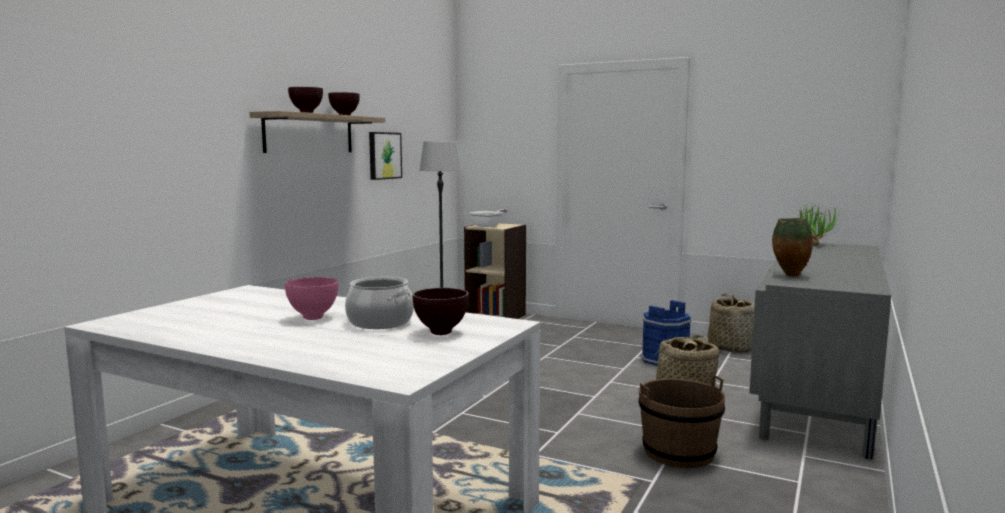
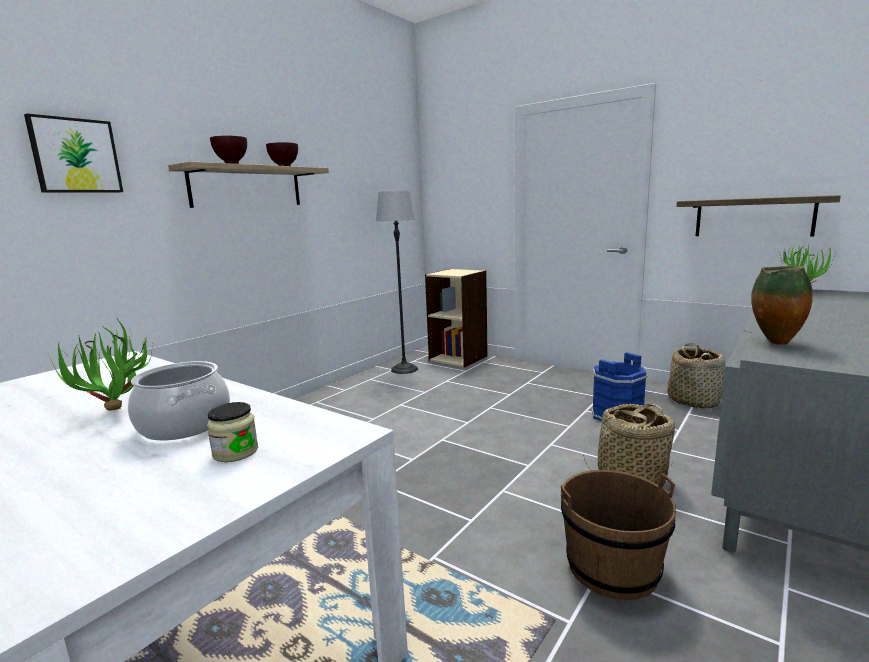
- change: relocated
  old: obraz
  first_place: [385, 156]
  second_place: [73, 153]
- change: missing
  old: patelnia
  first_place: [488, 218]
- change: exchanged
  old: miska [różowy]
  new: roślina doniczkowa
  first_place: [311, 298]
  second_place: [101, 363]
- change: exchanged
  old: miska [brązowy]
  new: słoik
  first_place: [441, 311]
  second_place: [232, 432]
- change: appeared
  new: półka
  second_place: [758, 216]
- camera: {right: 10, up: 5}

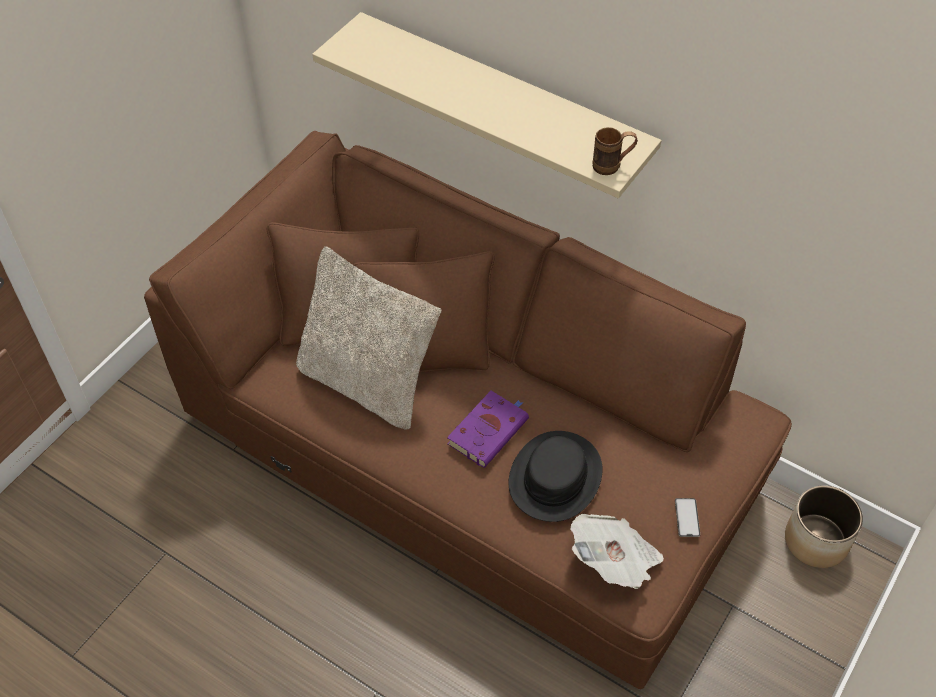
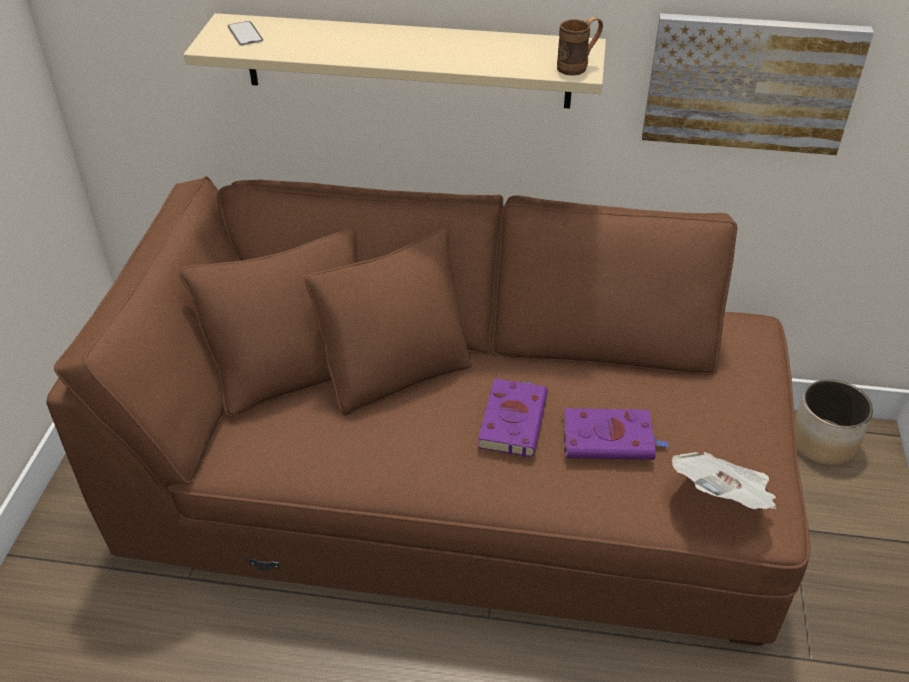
- change: missing
  old: poduszka [beżowy]
  first_place: [369, 338]
- change: exchanged
  old: kapelusz [czarny]
  new: książka [fioletowy]
  first_place: [556, 476]
  second_place: [616, 434]
- change: relocated
  old: telefon
  first_place: [687, 517]
  second_place: [245, 33]
- change: appeared
  new: obraz
  second_place: [758, 84]
- camera: {right: -25, up: -10}

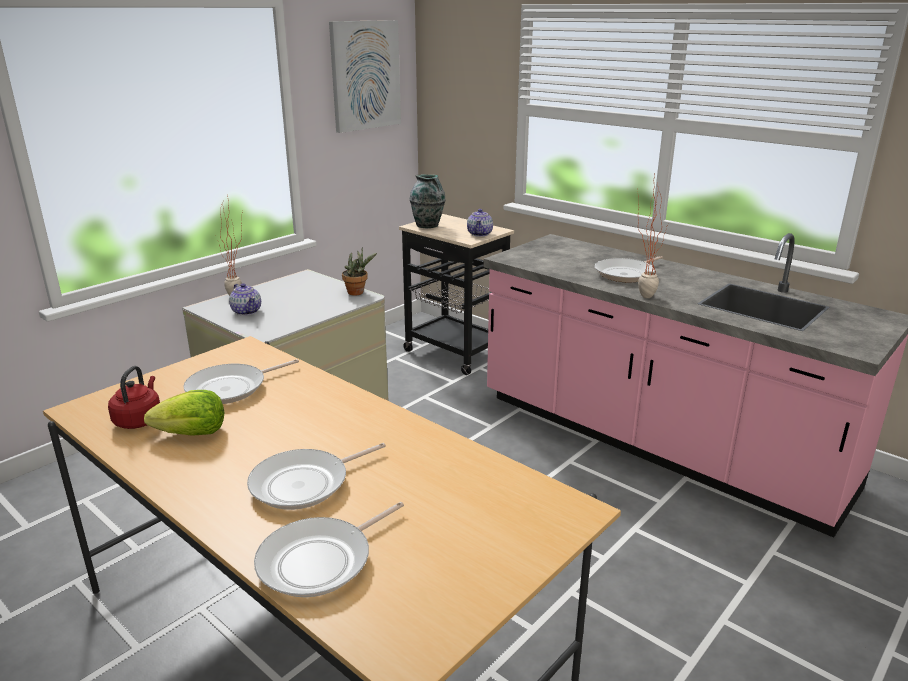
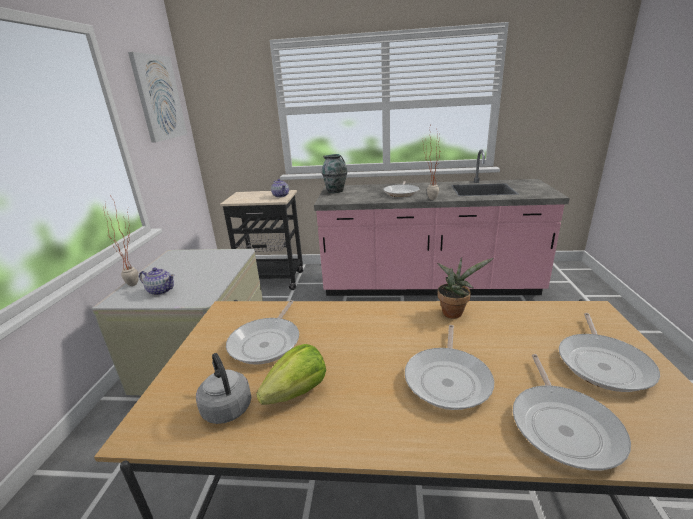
- change: relocated
  old: wazon
  first_place: [427, 201]
  second_place: [334, 173]
- change: relocated
  old: roślina doniczkowa
  first_place: [359, 271]
  second_place: [465, 288]
- change: colour
  old: czajnik [czerwony]
  new: czajnik [szary]
  first_place: [134, 397]
  second_place: [223, 388]
- change: appeared
  new: patelnia
  second_place: [609, 352]
- camera: {right: -35, up: 0}

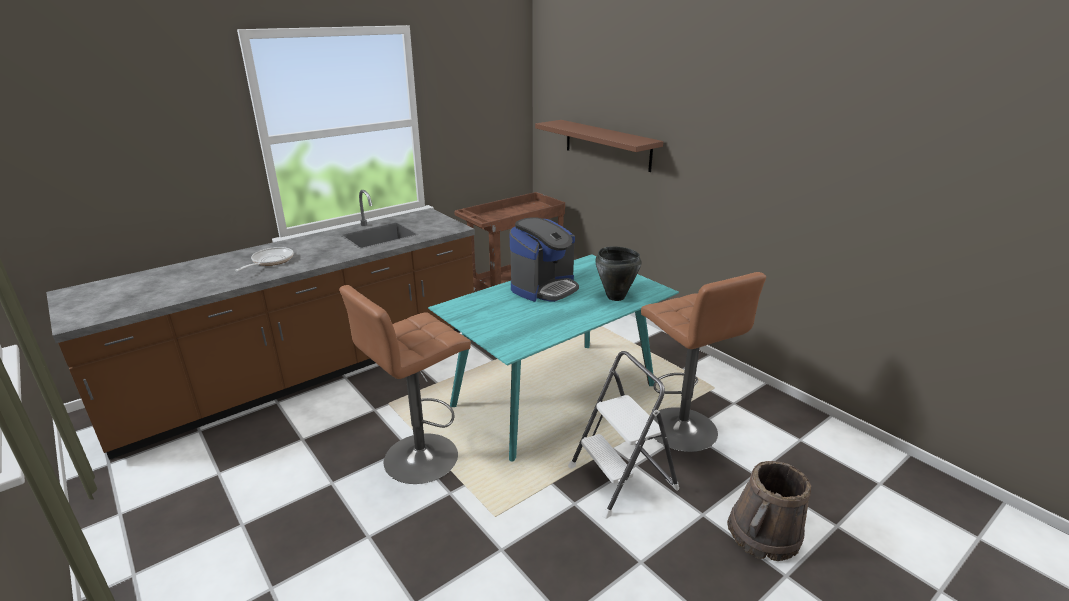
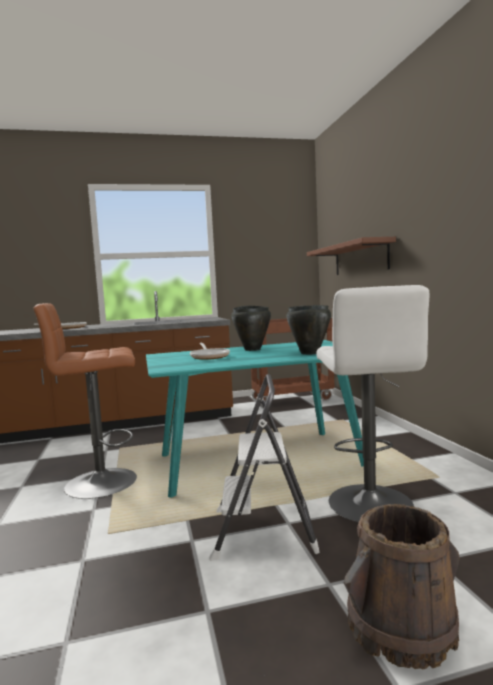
- change: exchanged
  old: ekspres do kawy
  new: garnek [czarny]
  first_place: [544, 259]
  second_place: [251, 328]
- change: colour
  old: stołek [brązowy]
  new: stołek [biały]
  first_place: [703, 362]
  second_place: [372, 403]
- change: appeared
  new: patelnia
  second_place: [210, 351]
- camera: {right: 25, up: -20}

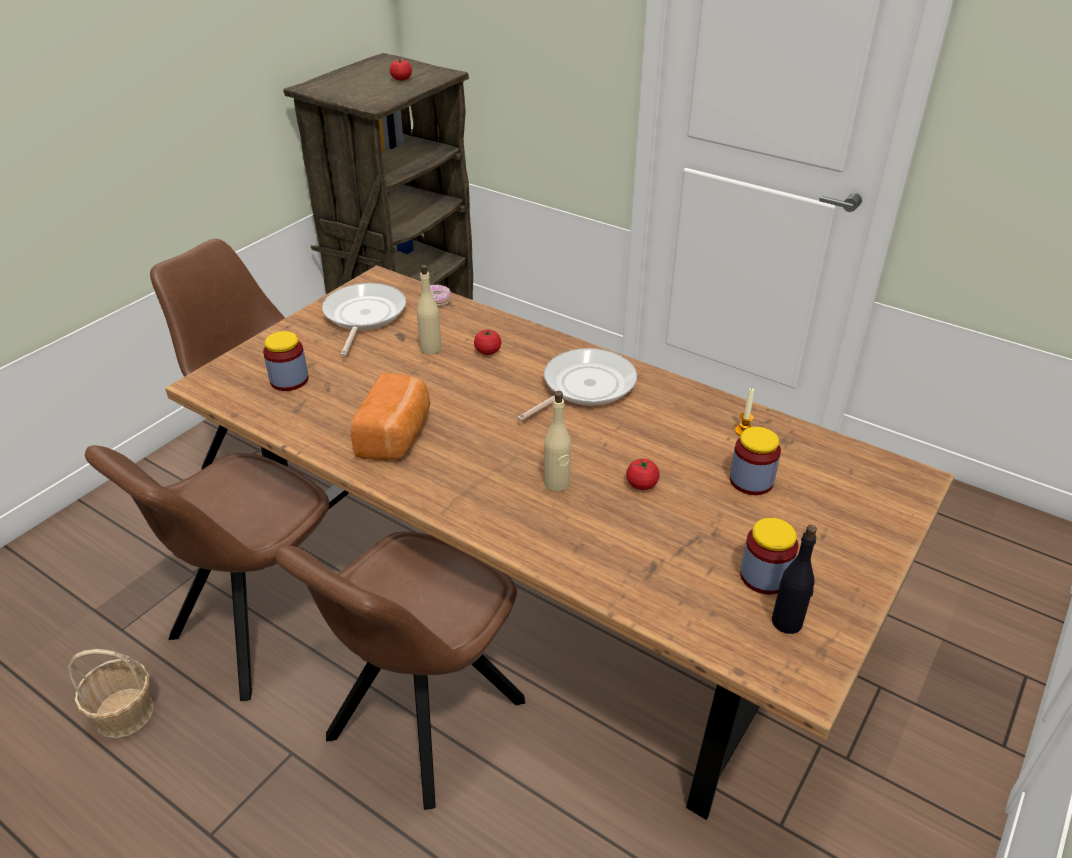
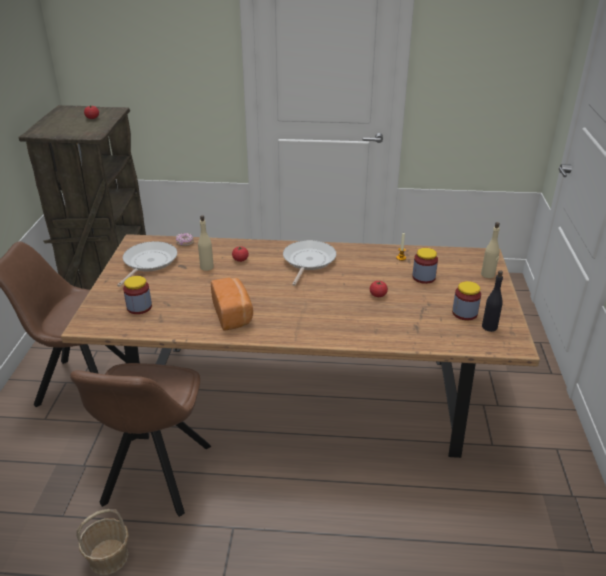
- change: spun
  old: patelnia
  first_place: [364, 320]
  second_place: [147, 264]
  degrees: 45
- change: relocated
  old: butelka [beżowy]
  first_place: [557, 441]
  second_place: [490, 250]
- change: missing
  old: krzesło [brązowy]
  first_place: [400, 671]
- camera: {right: -30, up: -5}

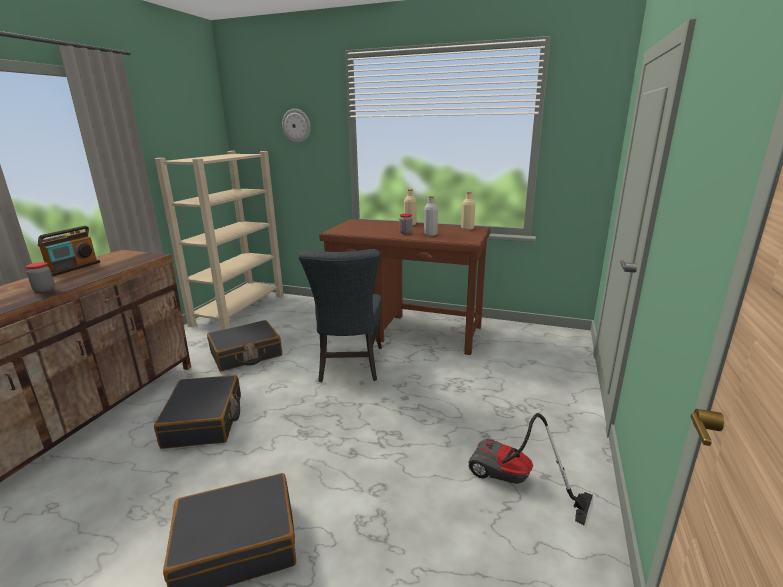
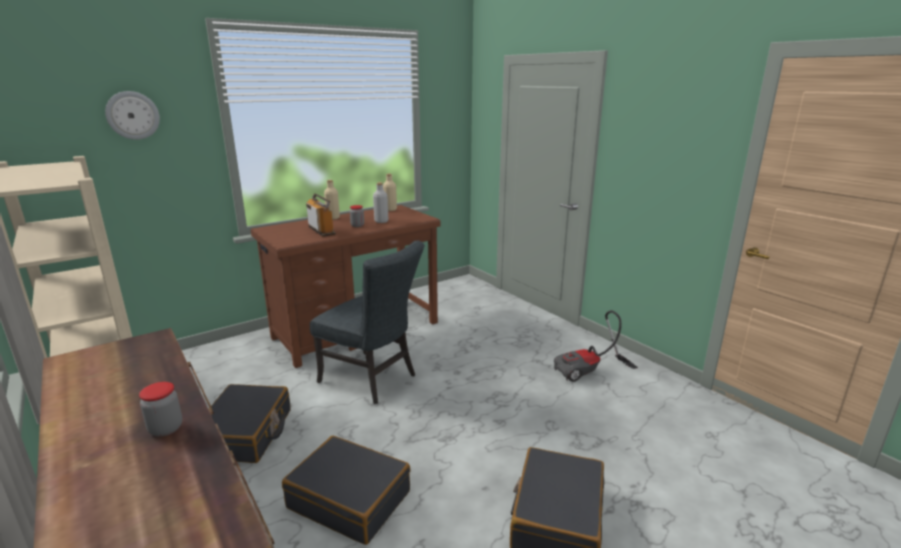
- change: relocated
  old: radio
  first_place: [69, 251]
  second_place: [321, 215]
- camera: {right: -55, up: 0}

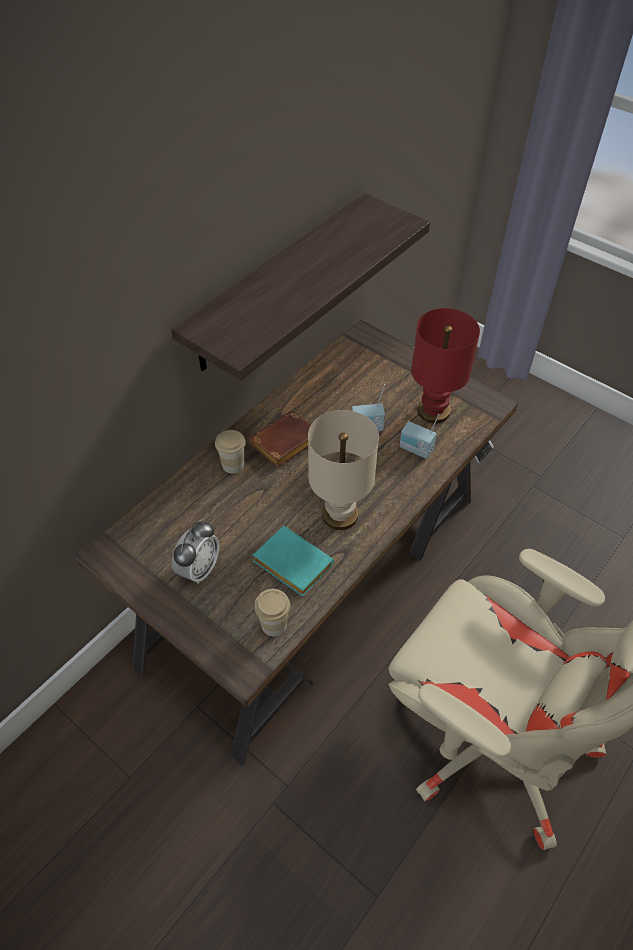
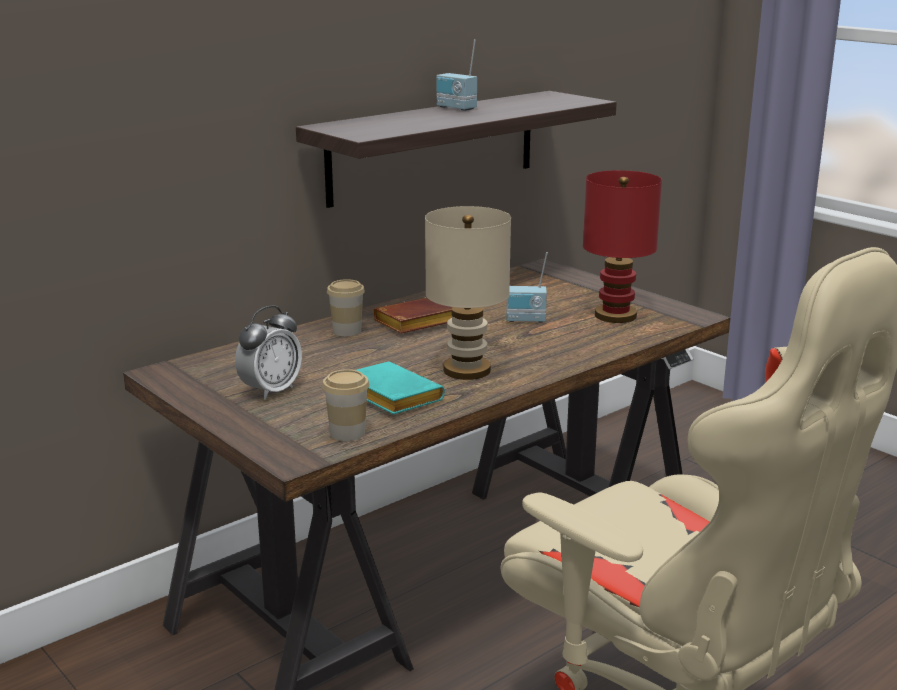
- change: relocated
  old: radio
  first_place: [419, 436]
  second_place: [456, 75]
- camera: {right: 10, up: -30}

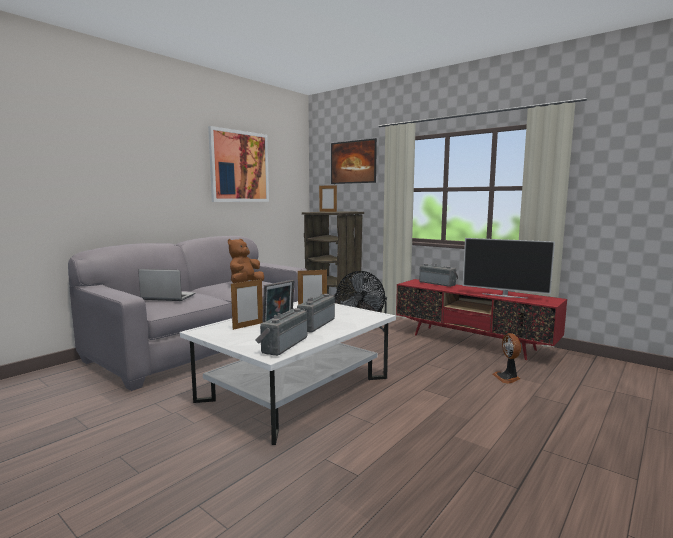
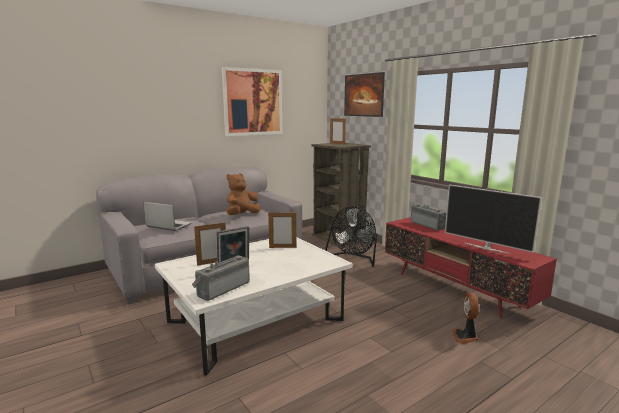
- change: missing
  old: radio
  first_place: [316, 313]
- camera: {right: 15, up: 5}

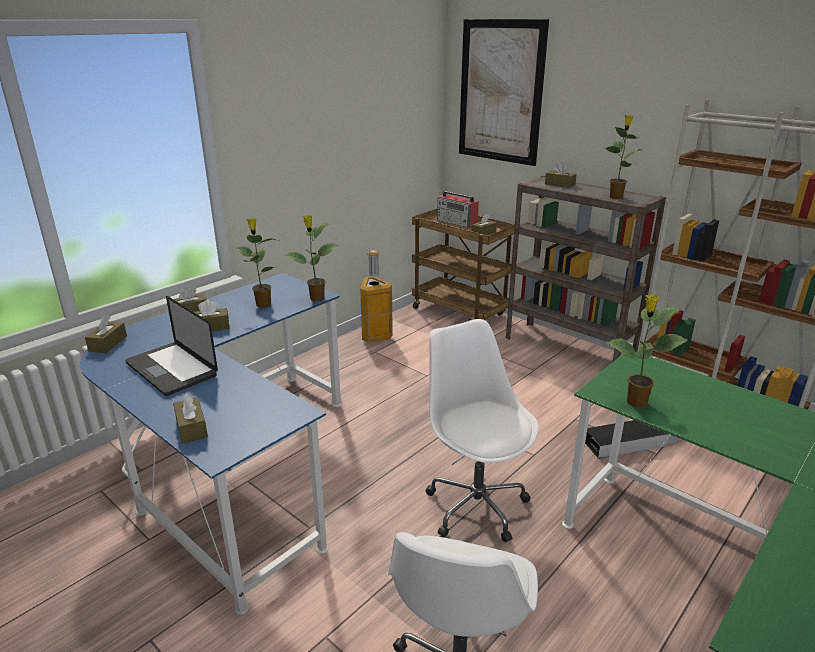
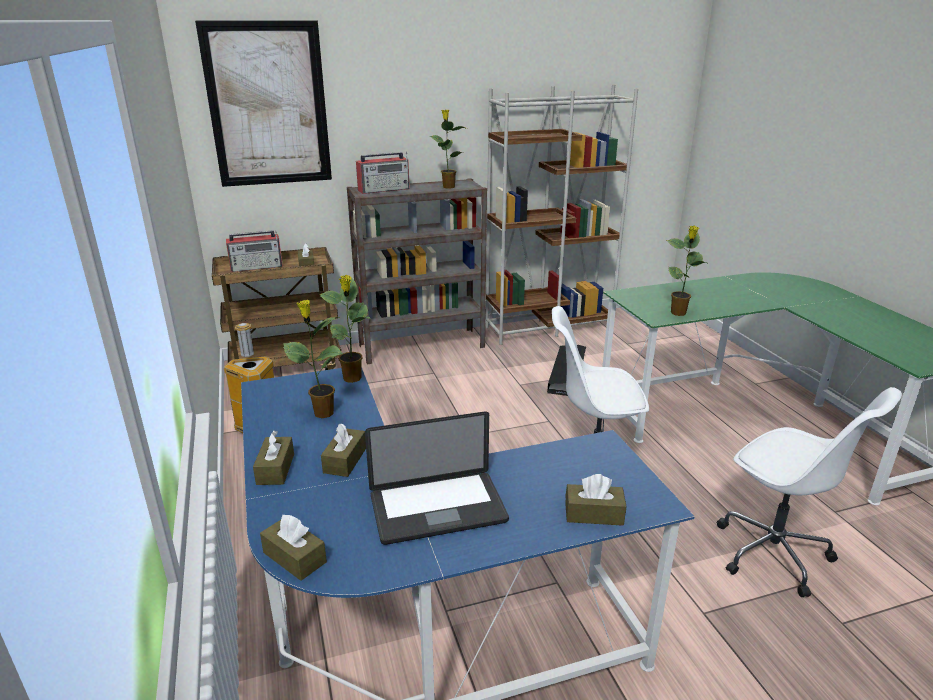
- change: exchanged
  old: pudełko chusteczek [brązowy]
  new: radio
  first_place: [561, 175]
  second_place: [383, 172]
- camera: {right: -60, up: 0}

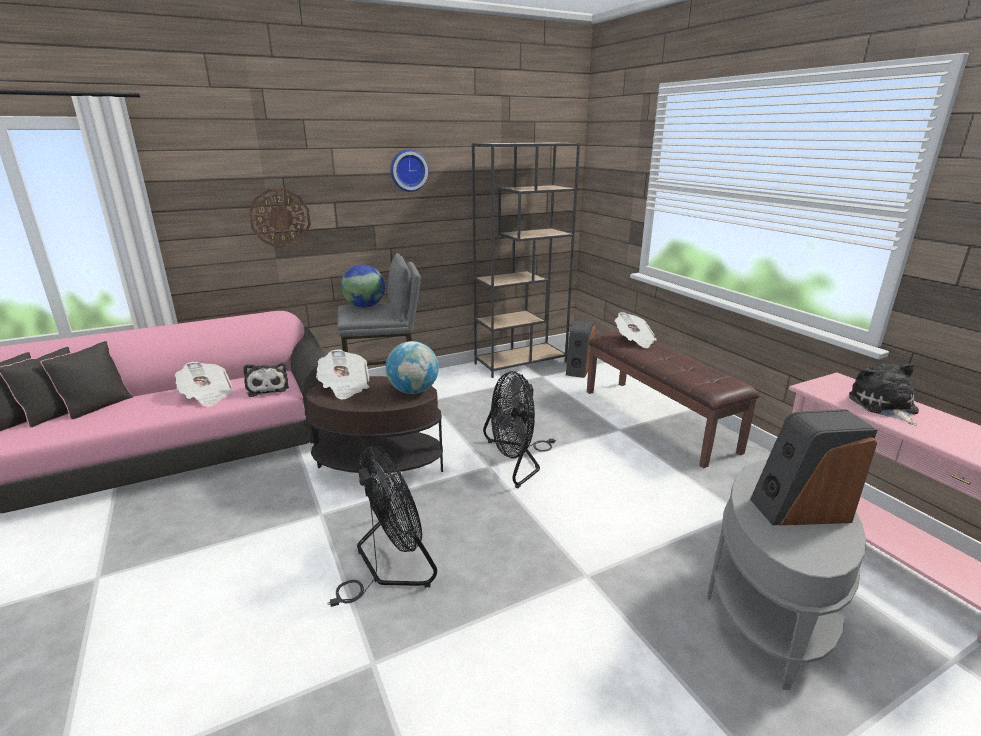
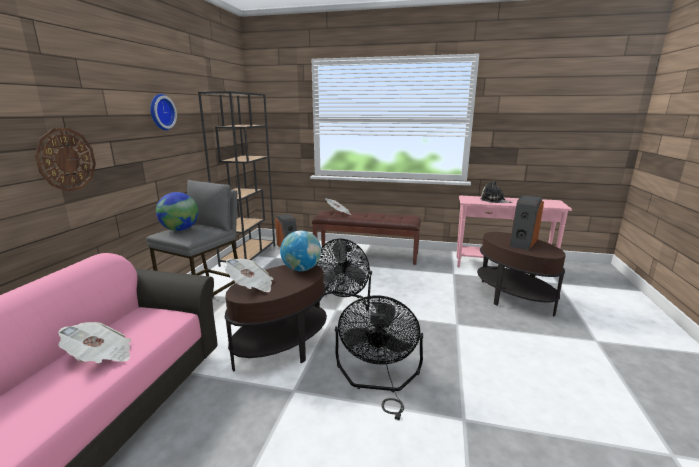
- change: missing
  old: pluszak
  first_place: [266, 380]
- change: colour
  old: stolik [szary]
  new: stolik [brązowy]
  first_place: [787, 575]
  second_place: [521, 274]
- camera: {right: -50, up: -5}

